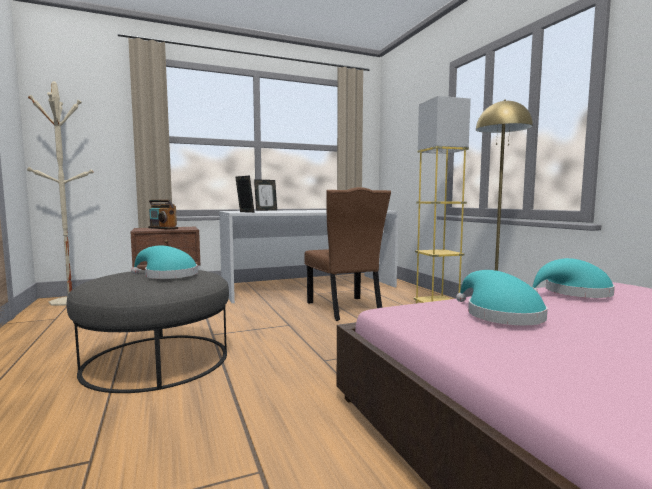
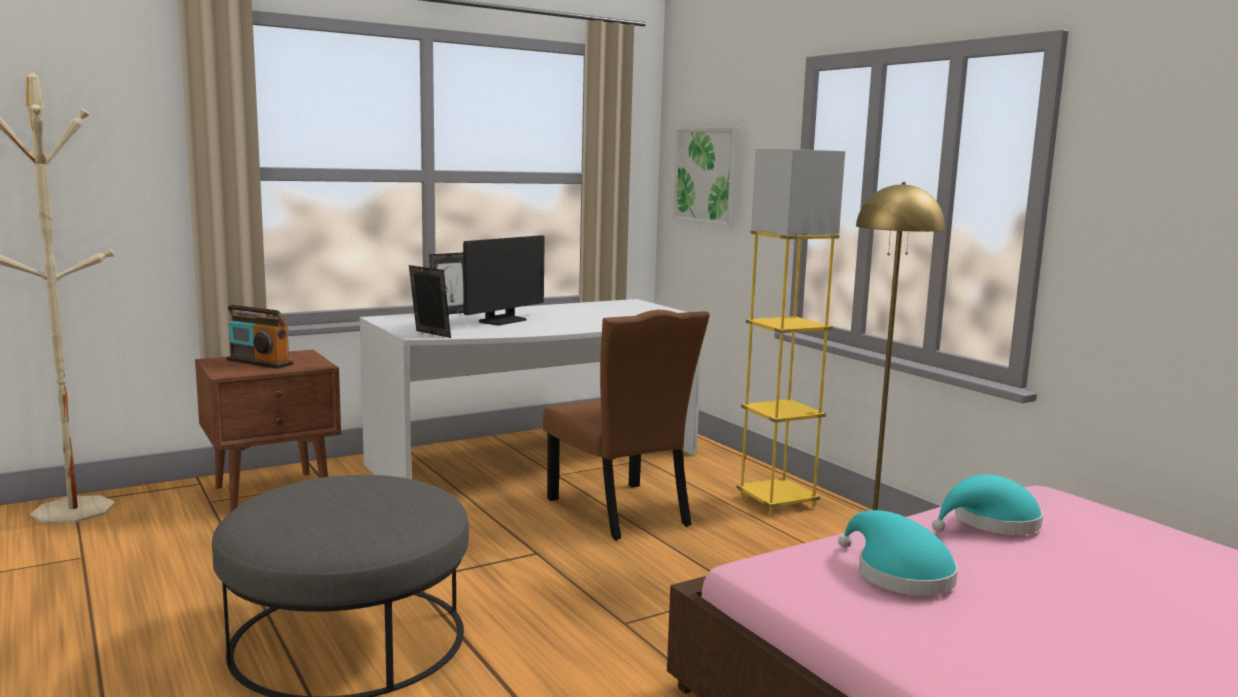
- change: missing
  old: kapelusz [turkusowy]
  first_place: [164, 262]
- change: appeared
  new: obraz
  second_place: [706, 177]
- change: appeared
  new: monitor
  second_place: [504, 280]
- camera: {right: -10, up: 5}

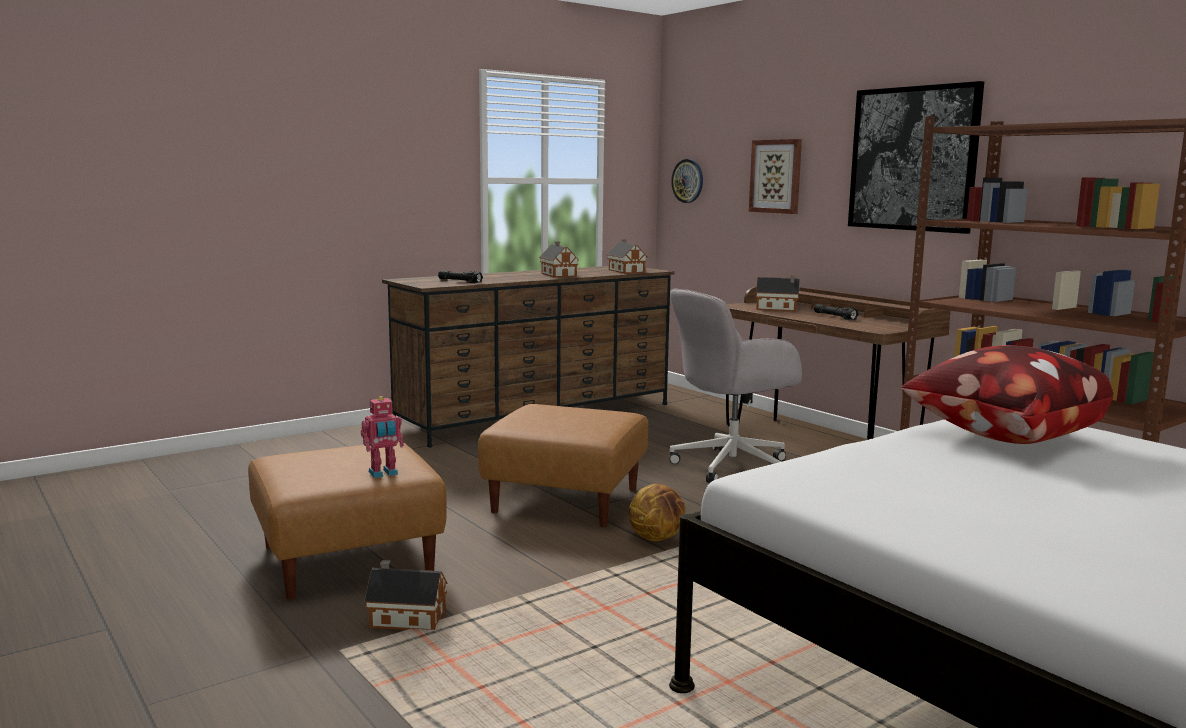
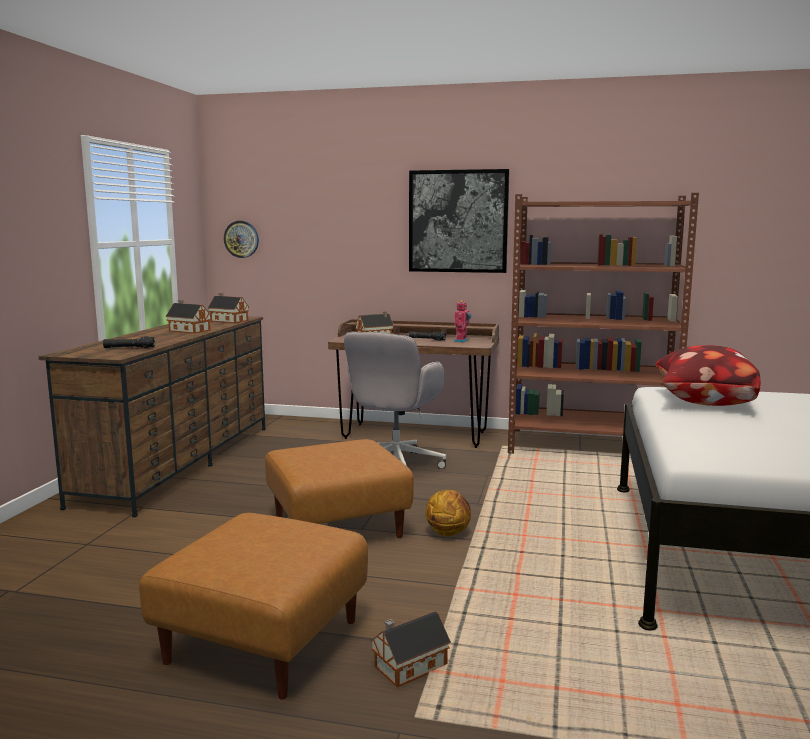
- change: missing
  old: obraz
  first_place: [775, 176]
- change: relocated
  old: robot zabawkowy
  first_place: [382, 437]
  second_place: [462, 321]
- camera: {right: -40, up: 0}

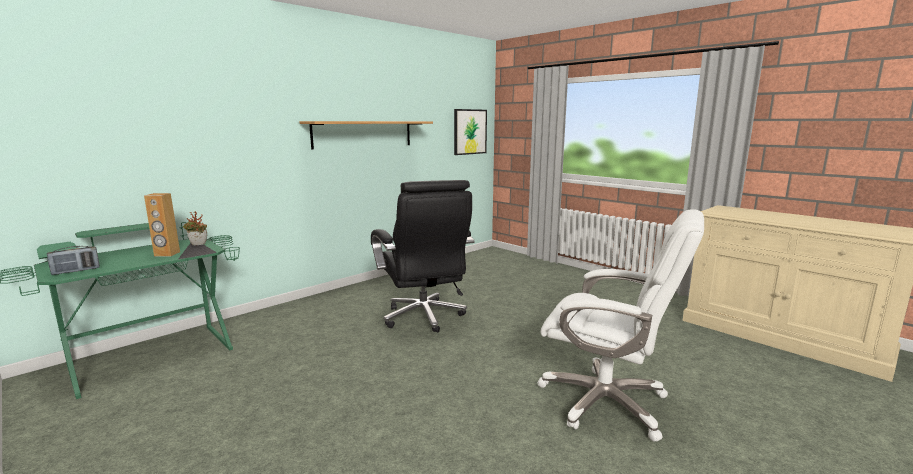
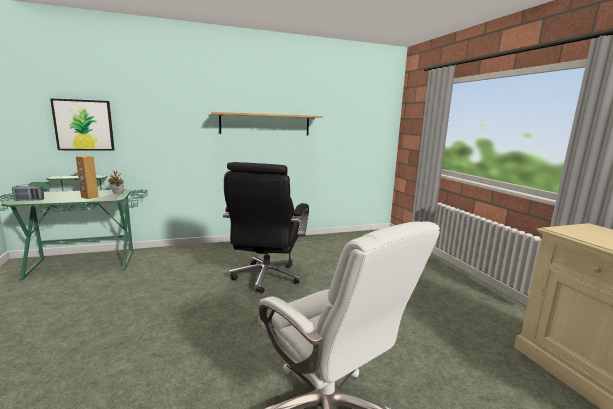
- change: relocated
  old: obraz
  first_place: [470, 132]
  second_place: [82, 124]
- camera: {right: 25, up: 0}

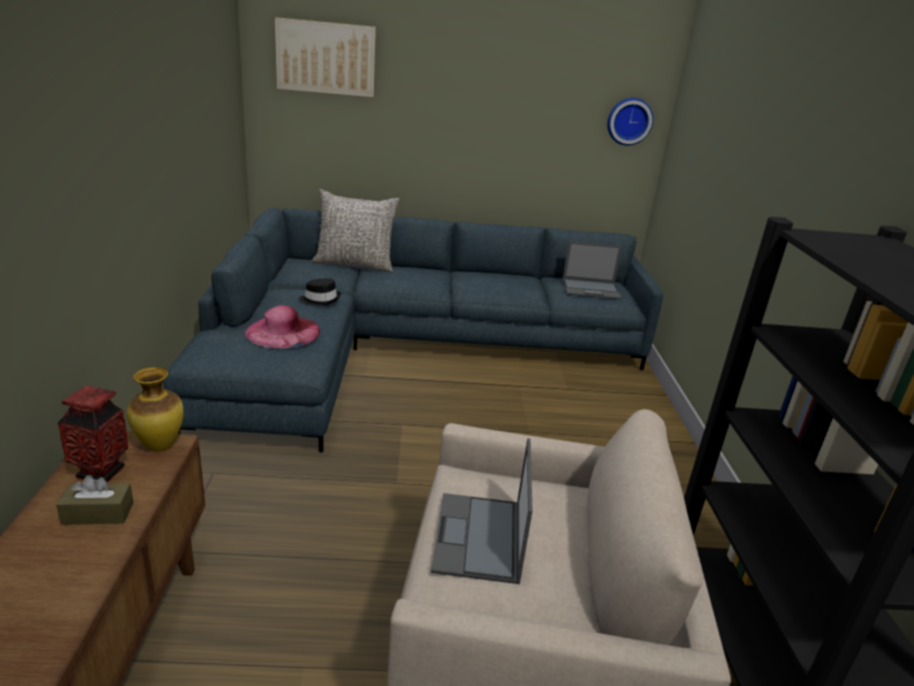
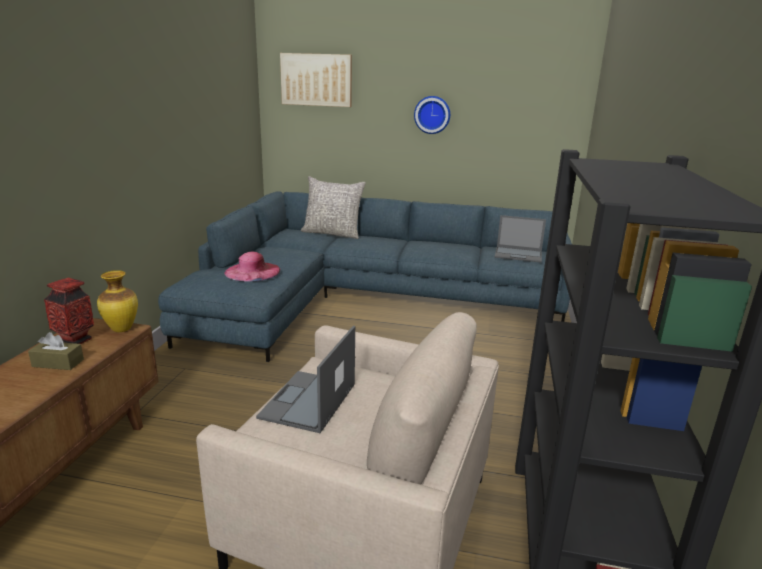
- change: relocated
  old: zegar ścienny
  first_place: [630, 122]
  second_place: [432, 115]
- change: missing
  old: kapelusz [czarny]
  first_place: [320, 292]
- camera: {right: 15, up: -5}

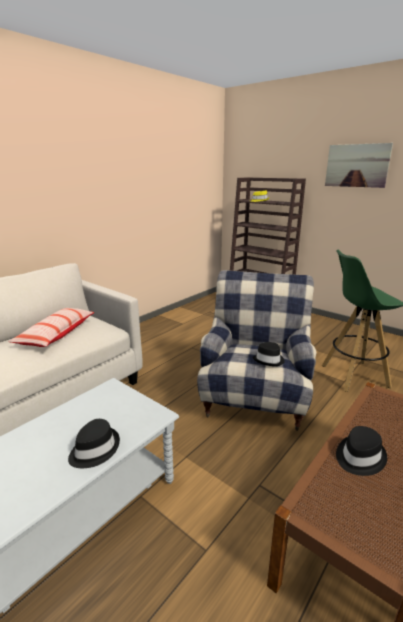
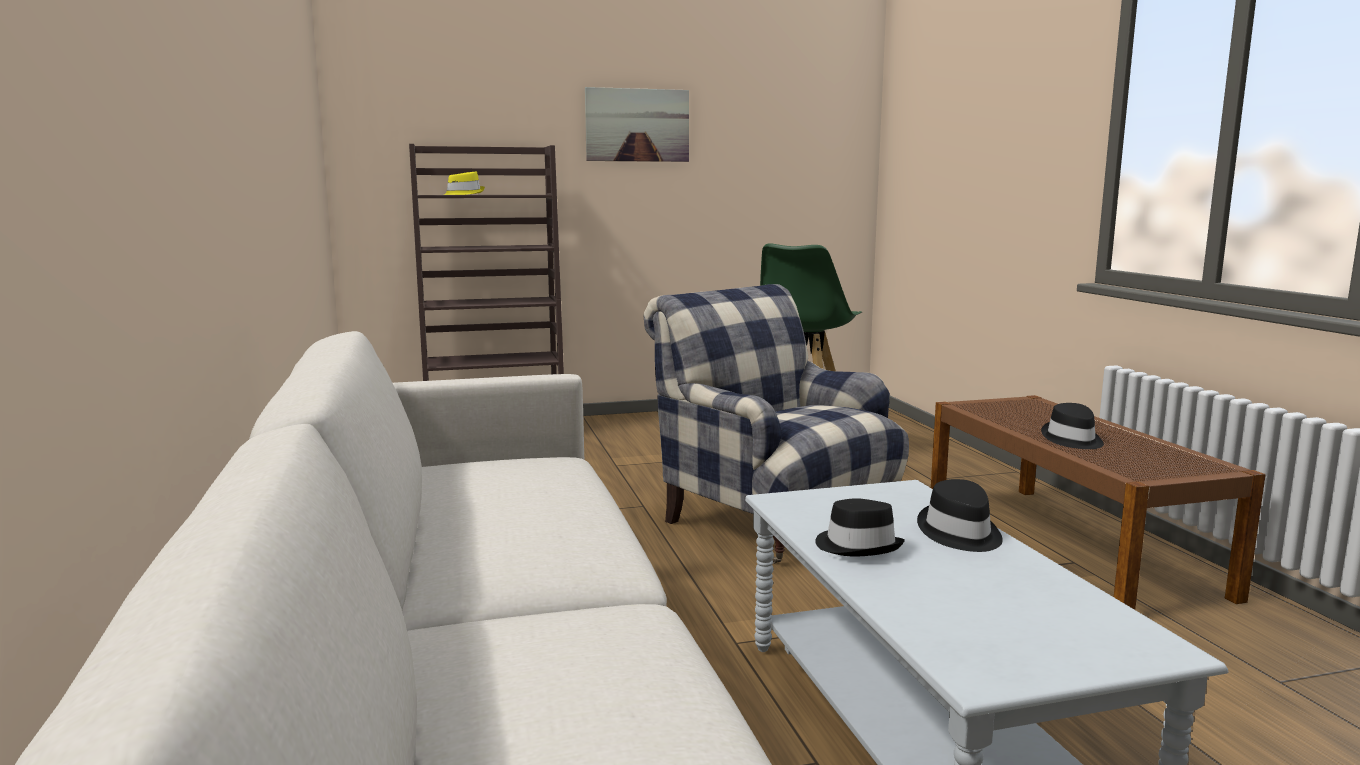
- change: missing
  old: poduszka
  first_place: [51, 327]
- change: relocated
  old: kapelusz [czarny]
  first_place: [268, 354]
  second_place: [860, 527]
- camera: {right: -55, up: -10}

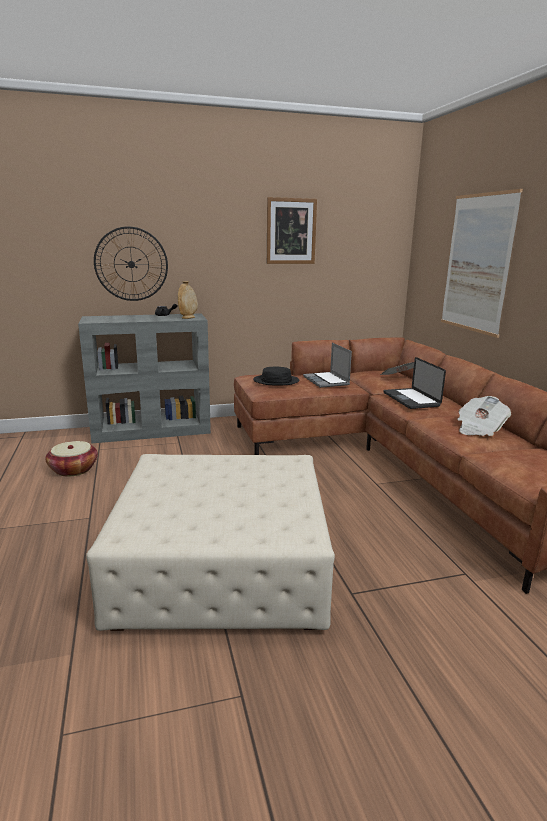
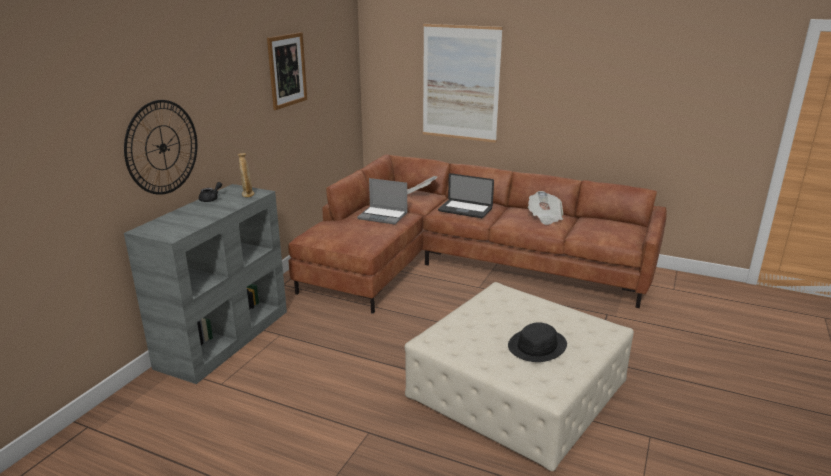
- change: relocated
  old: kapelusz [czarny]
  first_place: [276, 376]
  second_place: [537, 342]
- change: missing
  old: koszyk
  first_place: [71, 459]
- camera: {right: -50, up: 5}

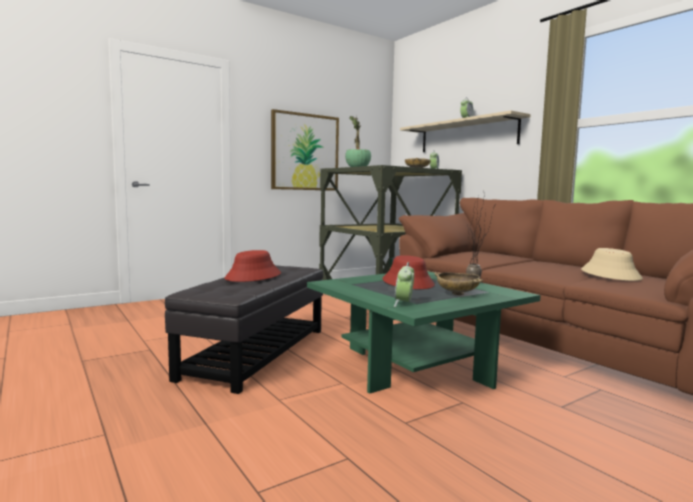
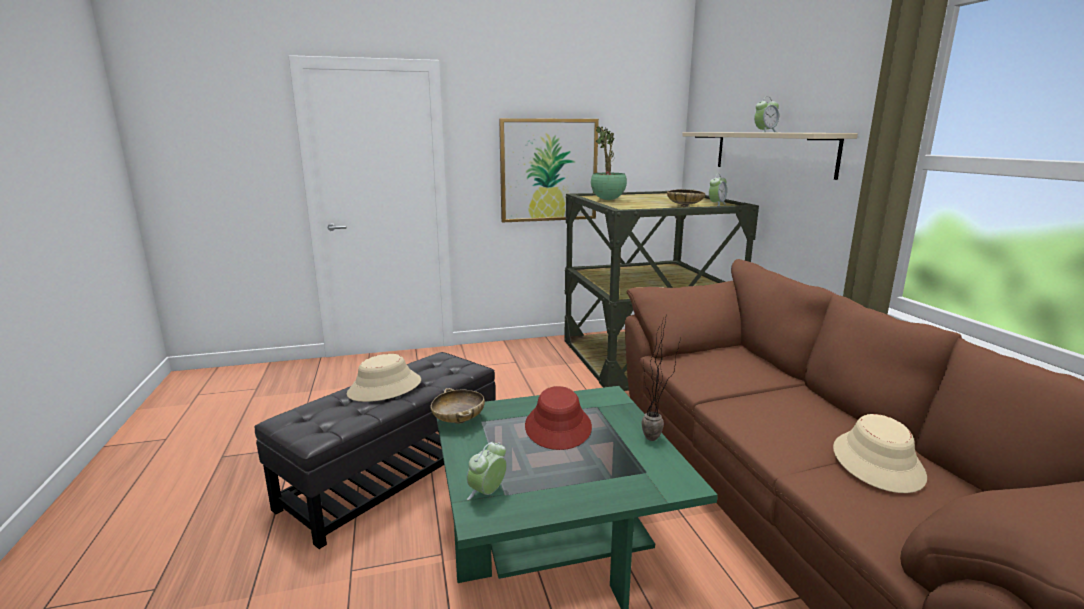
- change: colour
  old: kapelusz [czerwony]
  new: kapelusz [beżowy]
  first_place: [253, 266]
  second_place: [384, 378]
- change: relocated
  old: miska [beżowy]
  first_place: [459, 283]
  second_place: [458, 406]
- camera: {right: 20, up: 10}

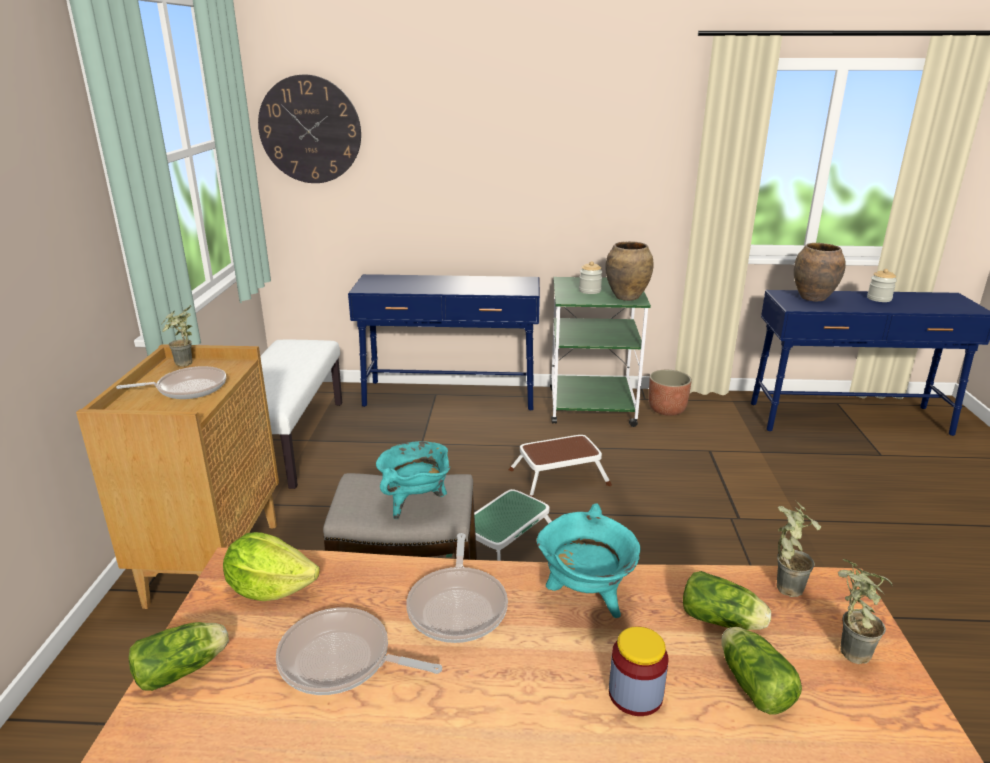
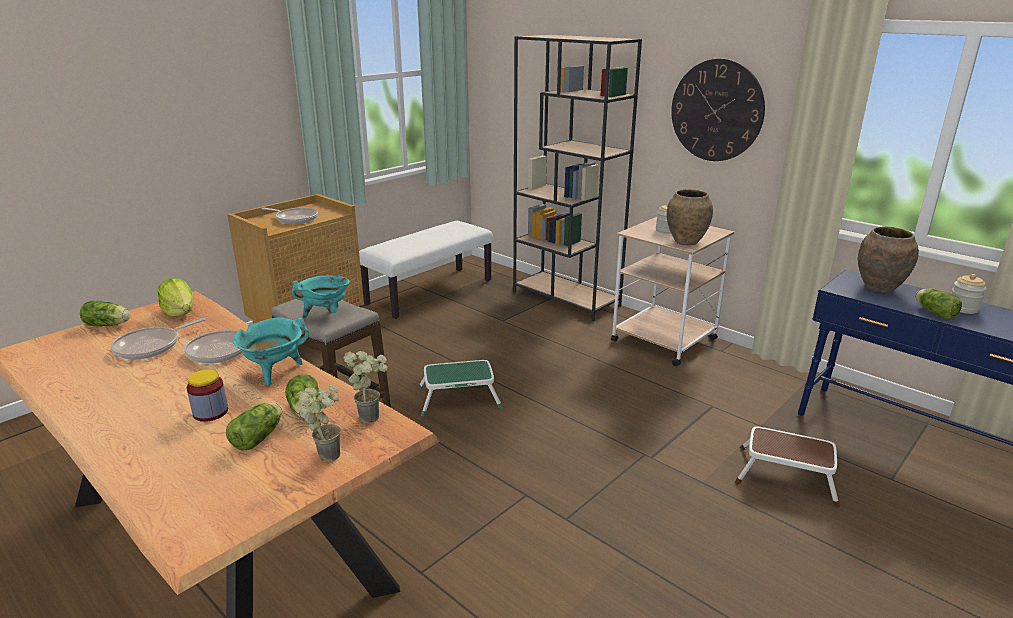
- change: relocated
  old: zegar ścienny
  first_place: [309, 129]
  second_place: [718, 110]
- change: exchanged
  old: stolik konsolowy [niebieski]
  new: regał
  first_place: [444, 342]
  second_place: [577, 177]
- change: colour
  old: wózek [zielony]
  new: wózek [beżowy]
  first_place: [600, 352]
  second_place: [672, 291]
- change: missing
  old: roślina doniczkowa
  first_place: [177, 336]
- change: missing
  old: donica
  first_place: [670, 393]
- change: relocated
  old: drabinka [brązowy]
  first_place: [560, 466]
  second_place: [787, 467]
- change: spun
  old: patelnia
  first_place: [359, 651]
  second_place: [158, 339]
  degrees: -105
- change: appeared
  new: sałata
  second_place: [938, 303]
- camera: {right: 40, up: 0}

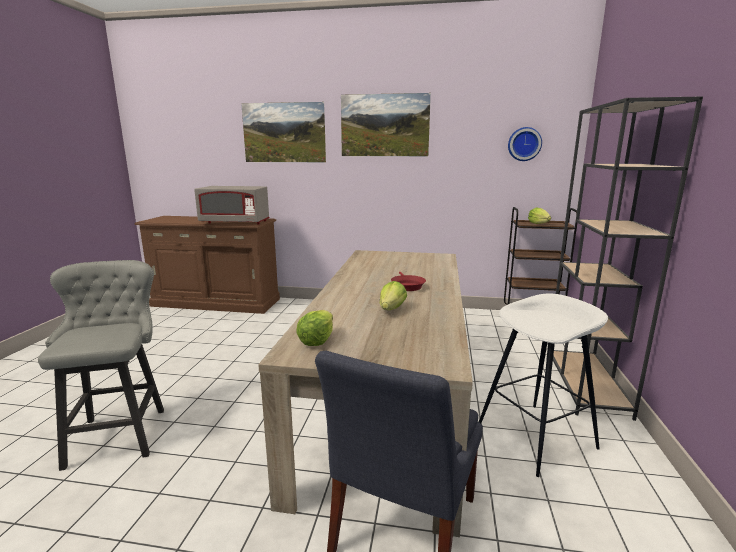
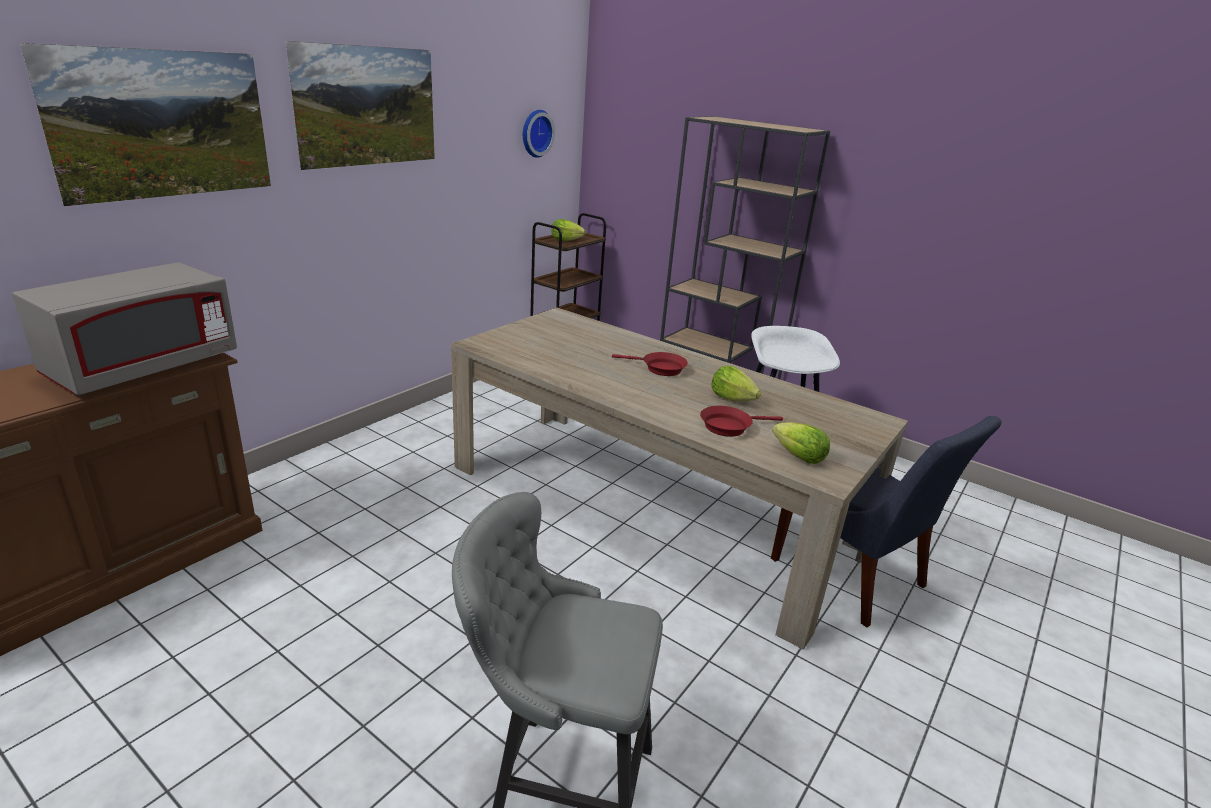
- change: appeared
  new: patelnia [czerwony]
  second_place: [741, 421]
- camera: {right: -65, up: 10}

